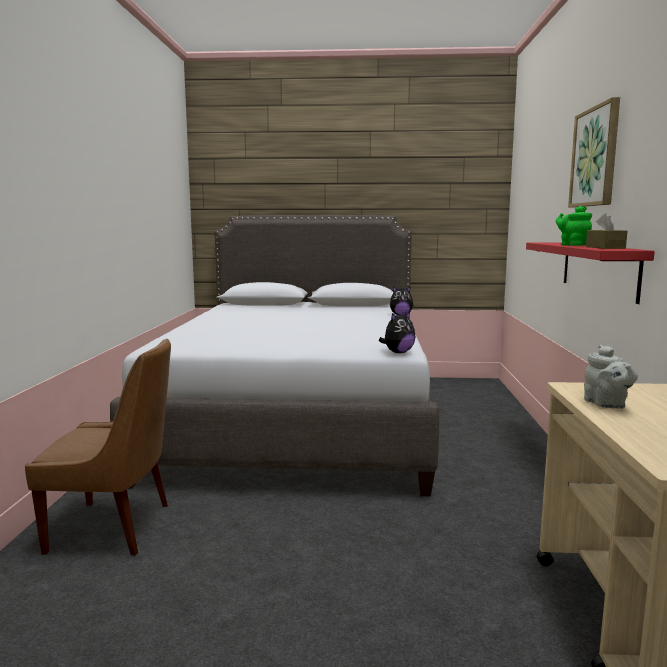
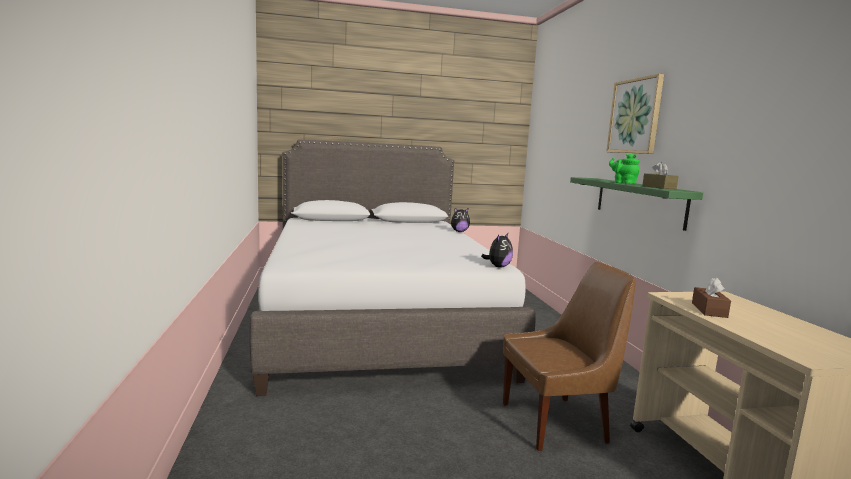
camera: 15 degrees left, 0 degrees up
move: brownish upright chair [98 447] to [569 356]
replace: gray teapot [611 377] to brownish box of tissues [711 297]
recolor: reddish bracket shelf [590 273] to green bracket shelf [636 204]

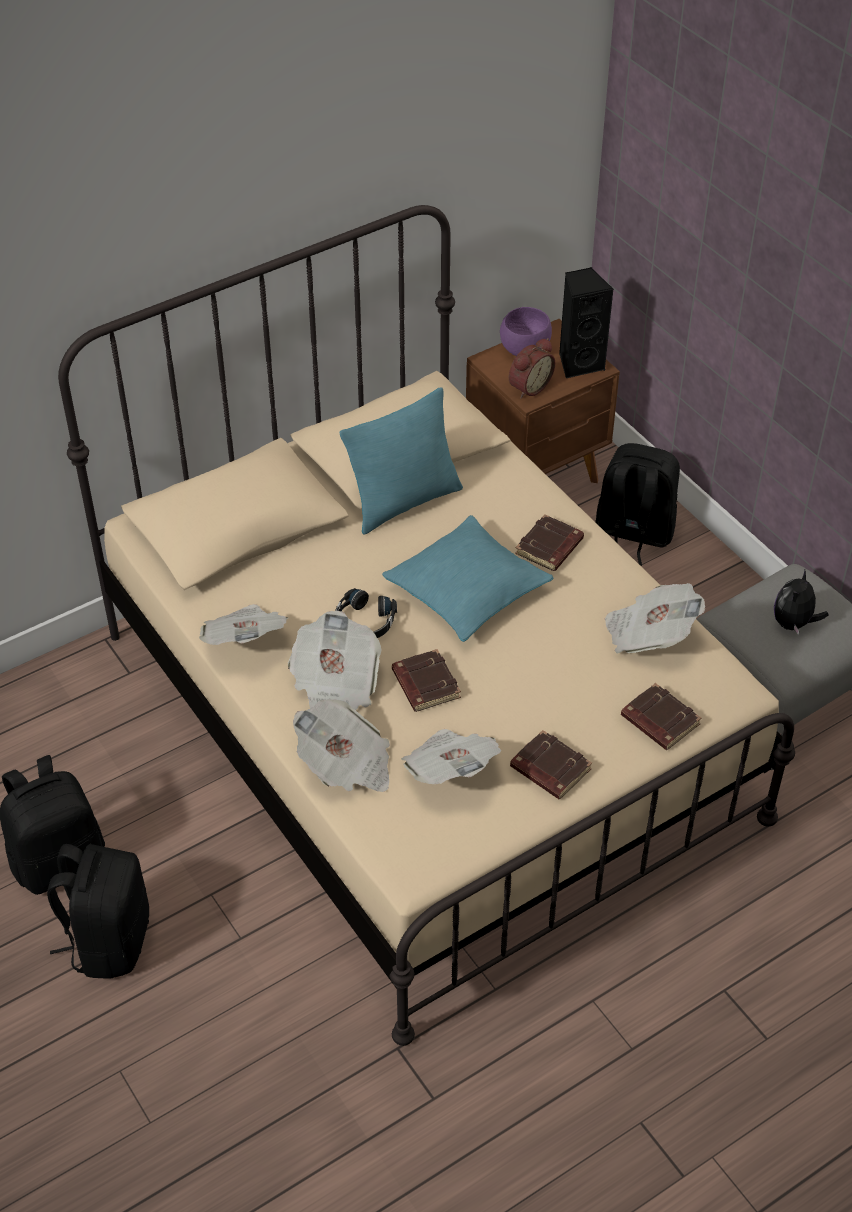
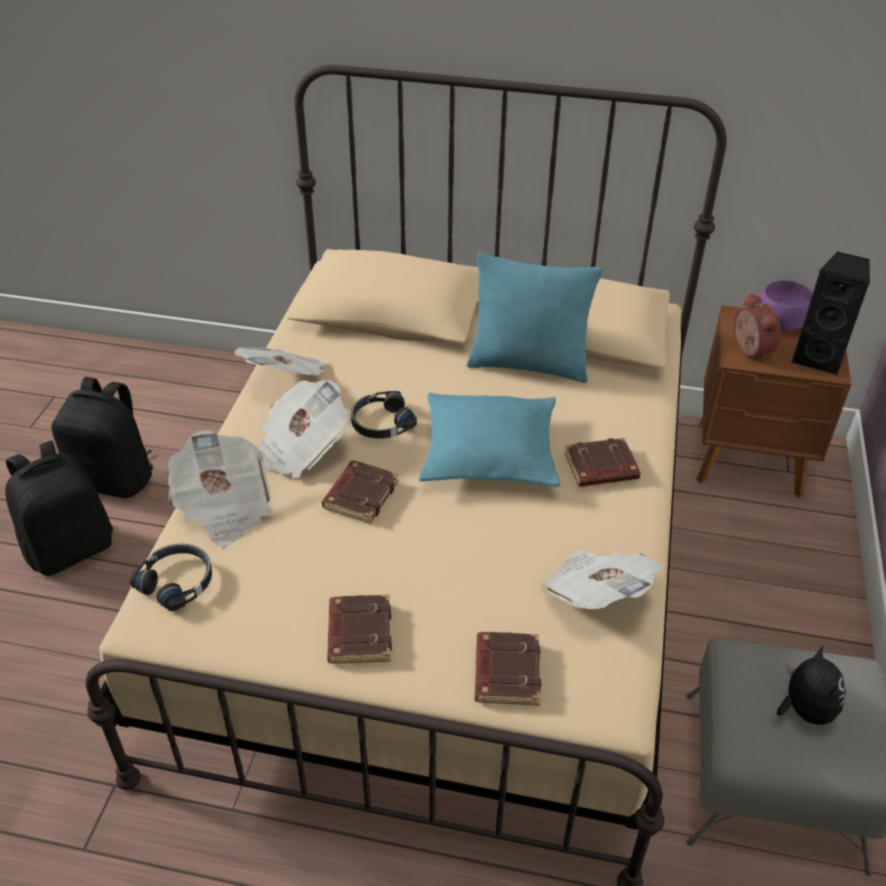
camera: 45 degrees right, 5 degrees down
delete: newspaper [451 756]; black-coloured knapsack [637 504]
insert: black-coloured pair of headphones [171 577]
rotate: table clock [532 368] = [757 327] 105 degrees counterclockwise; soft toy [801 602] = [811 685] 105 degrees clockwise

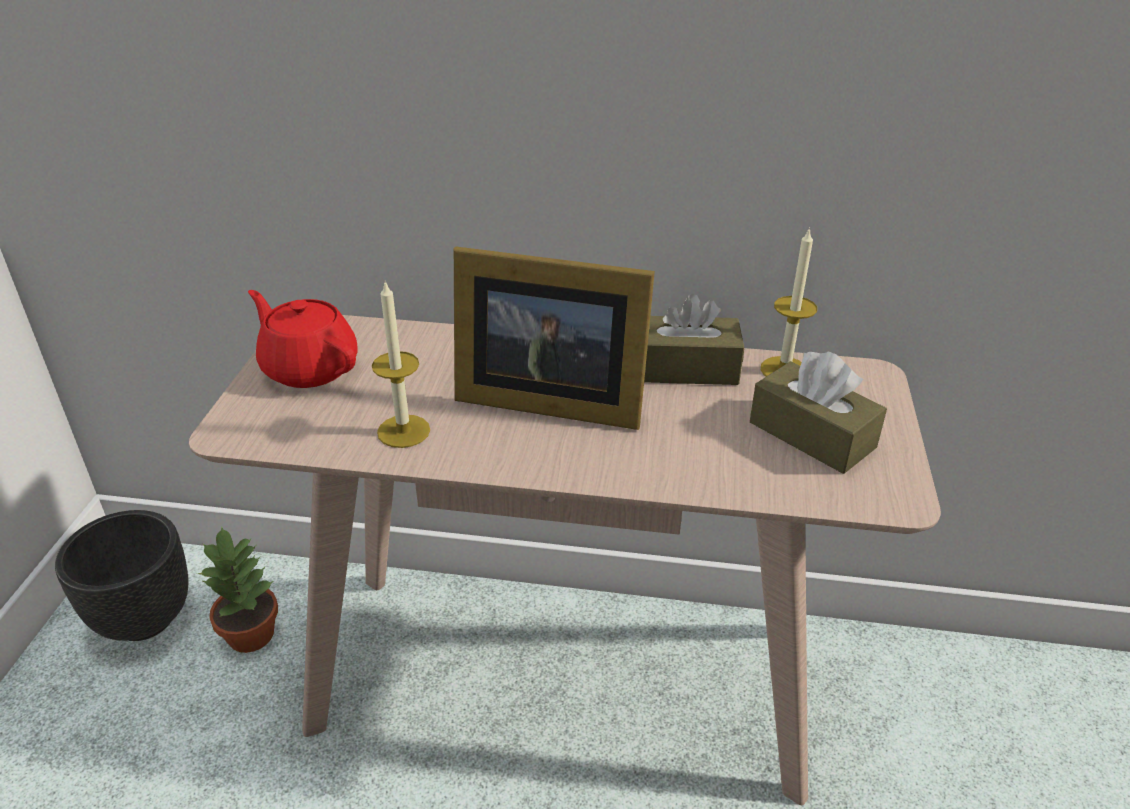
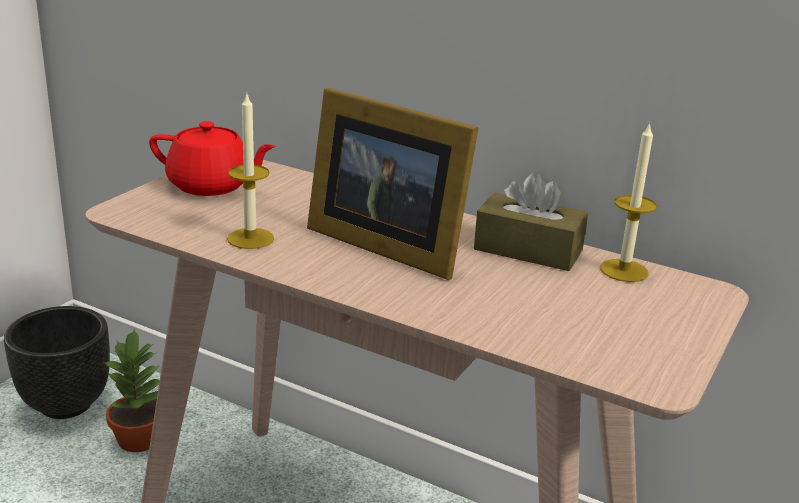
camera: 20 degrees right, 10 degrees down
delete: brownish box of tissues [818 413]
rotate: reddish teapot [303 339] = [212 158] 135 degrees clockwise

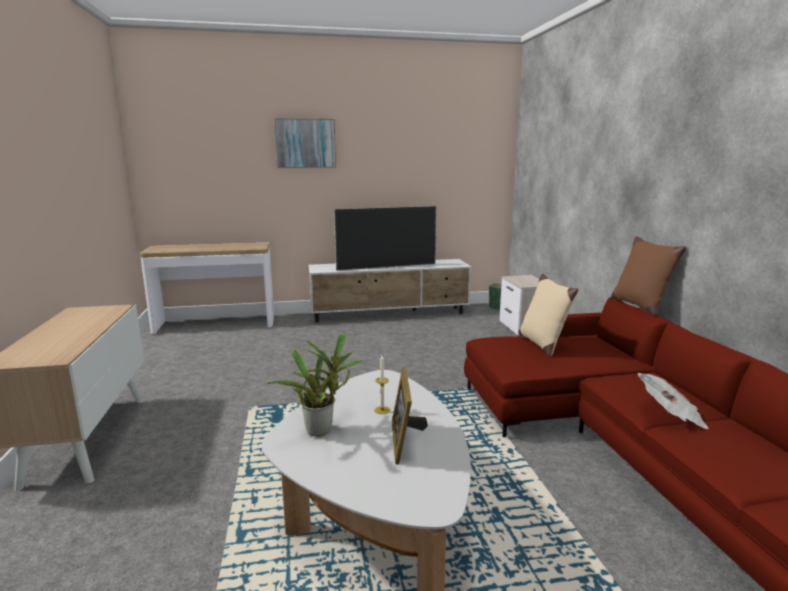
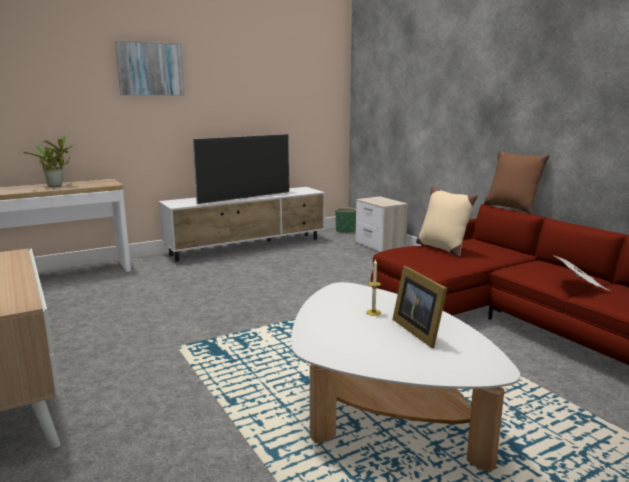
camera: 20 degrees left, 0 degrees up
move: potted plant [314 384] to [50 161]

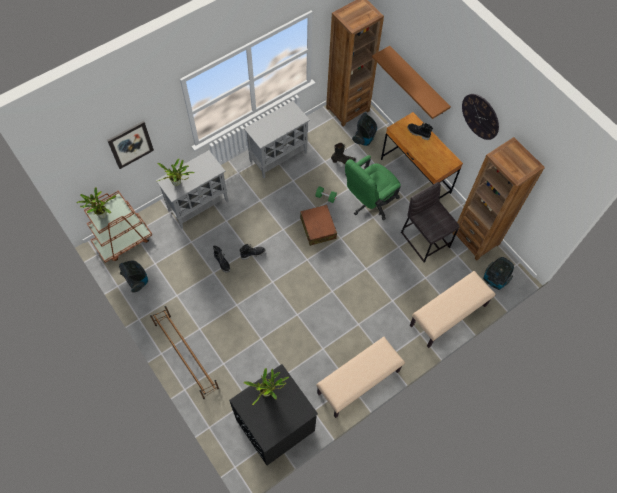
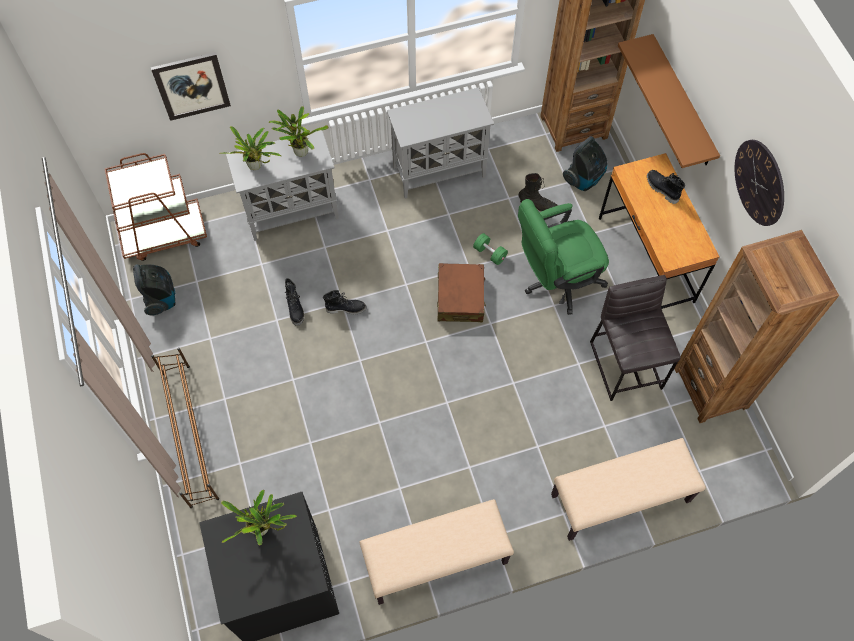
camera: 20 degrees right, 0 degrees up
delete: hoover [498 273]
move: potted plant [96 202] to [298 131]

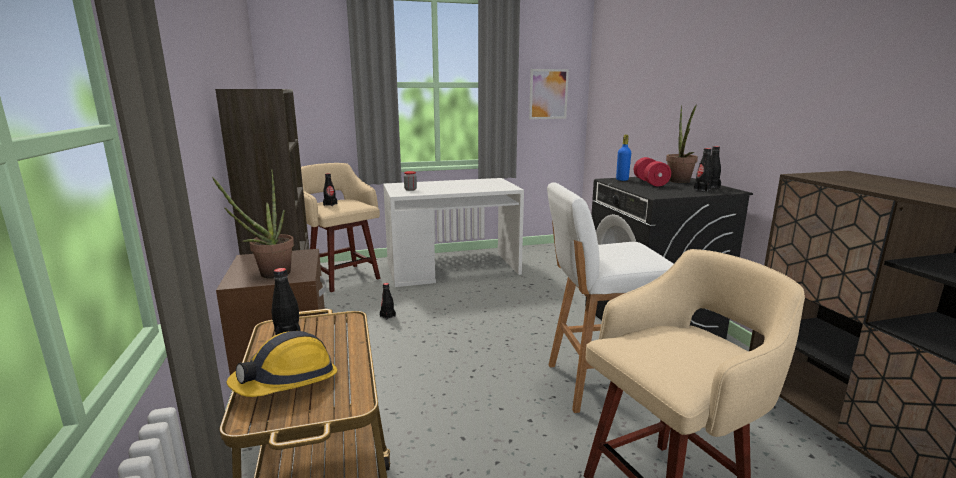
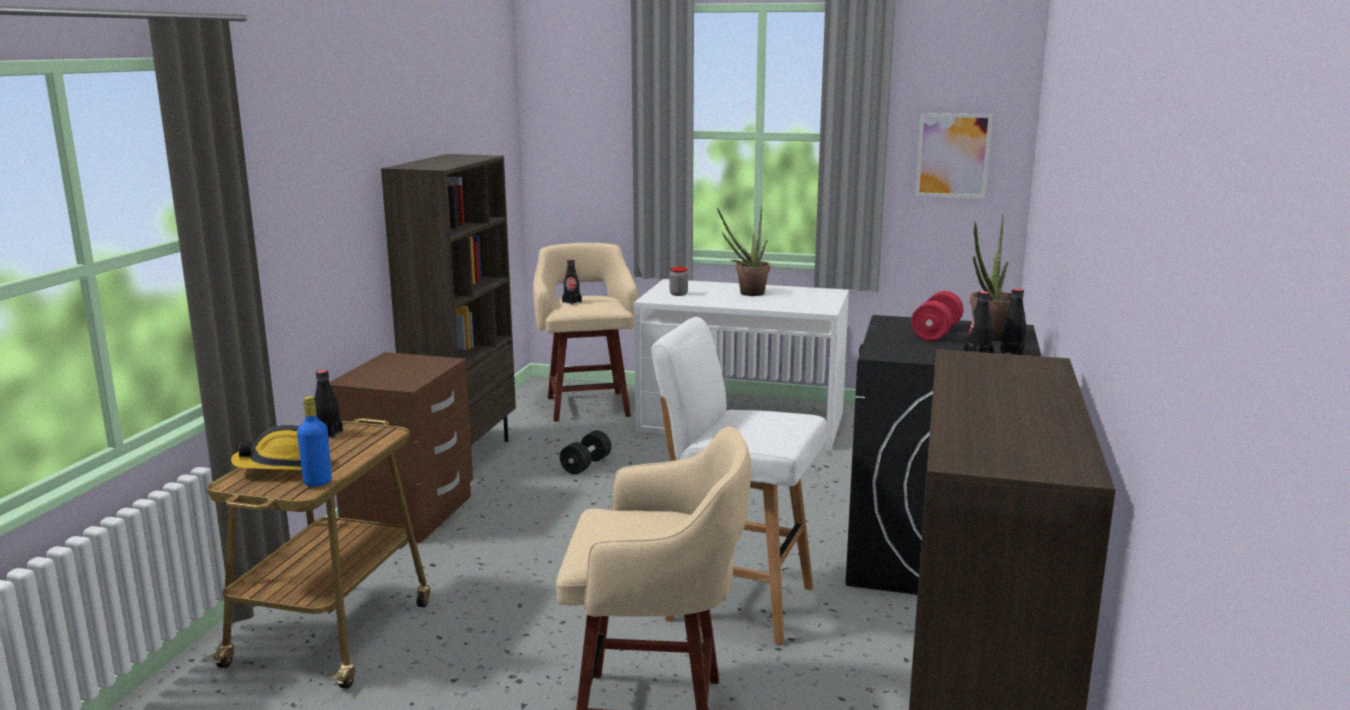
camera: 30 degrees right, 0 degrees up
move: potted plant [253 223] to [743 250]; bluish bottle [623 158] to [314 441]
replace: black-coloured bottle [388 301] to black-coloured free weight [585 452]

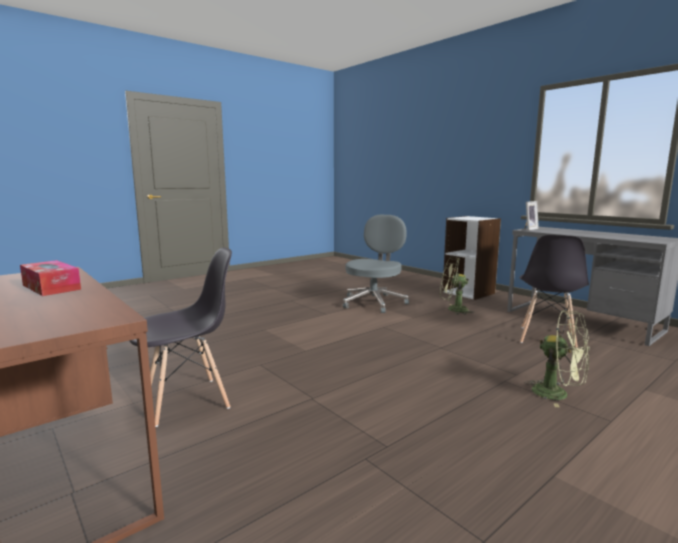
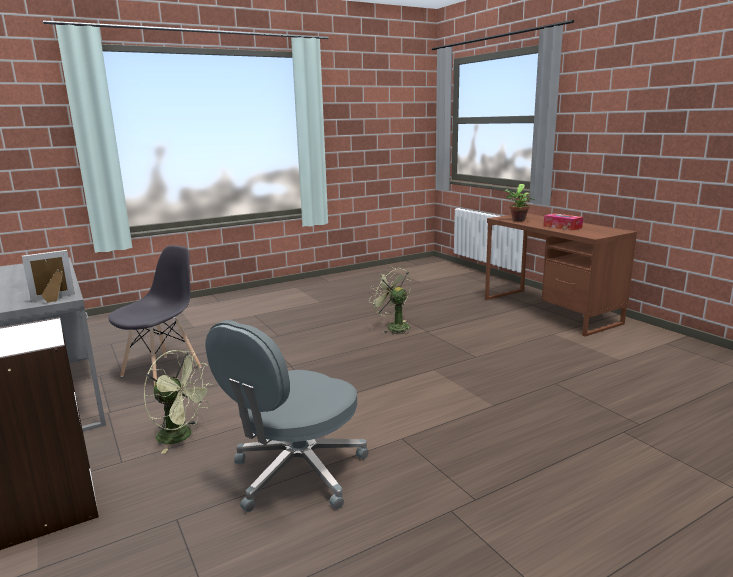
camera: 170 degrees left, 5 degrees up
delete: gray upright chair [180 337]
insert: potted plant [519 202]
move: green fan [556 359] to [390 300]

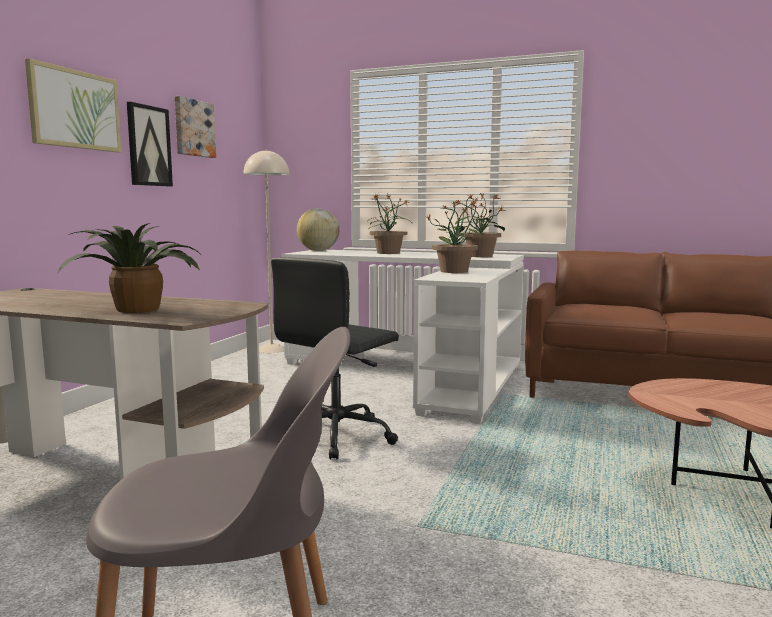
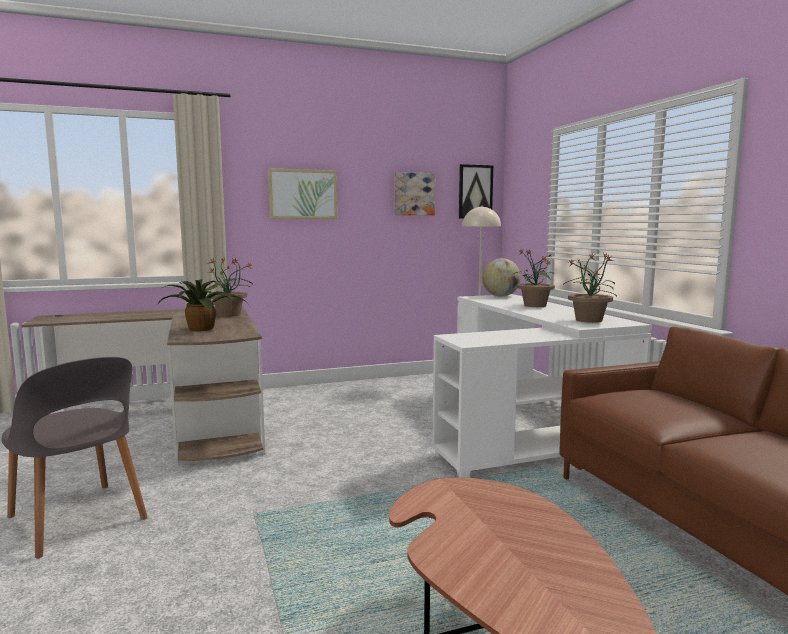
camera: 50 degrees right, 0 degrees up
delete: black-coloured computer chair [335 358]
move: wall picture [150 144] to [476 191]; potted plant [455 236] to [229 287]

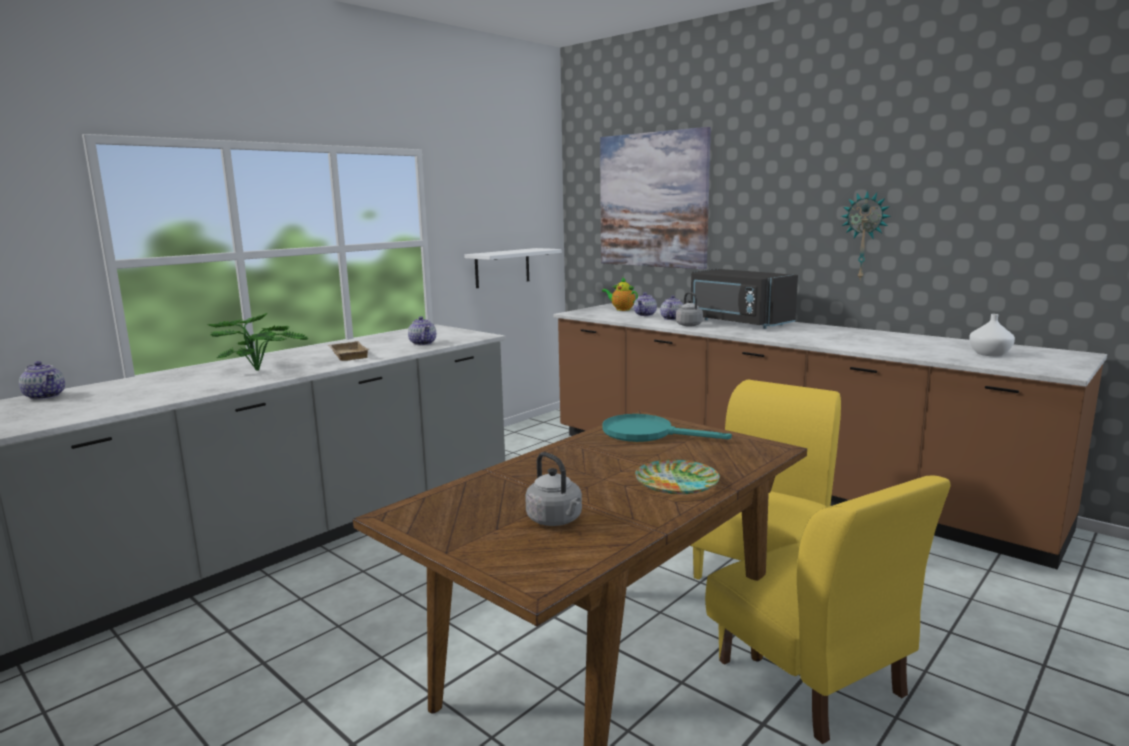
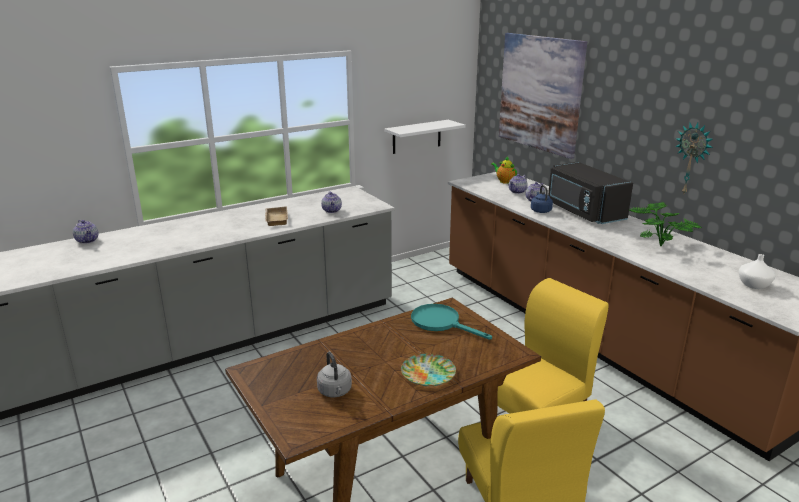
camera: 15 degrees right, 10 degrees up
move: potted plant [258 342] to [665 224]
recolor: gray water kettle [689 309] to bluish water kettle [542 199]

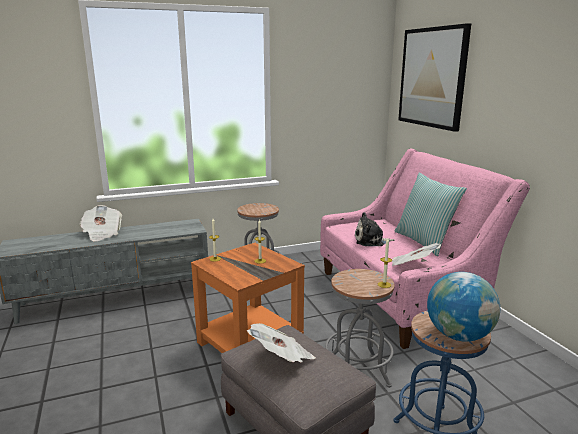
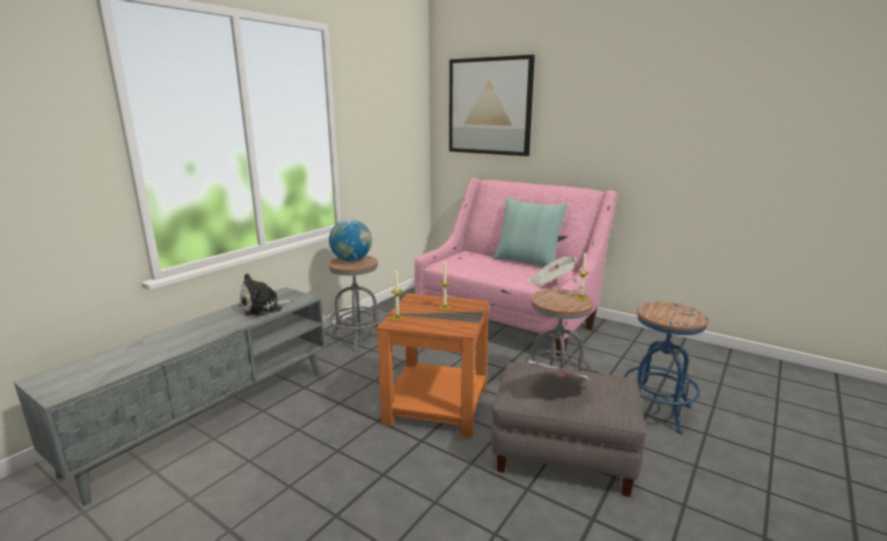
camera: 35 degrees left, 0 degrees up
delete: newspaper [101 223]
move: soft toy [374 229] to [266 295]; world globe [463 306] to [350 240]

